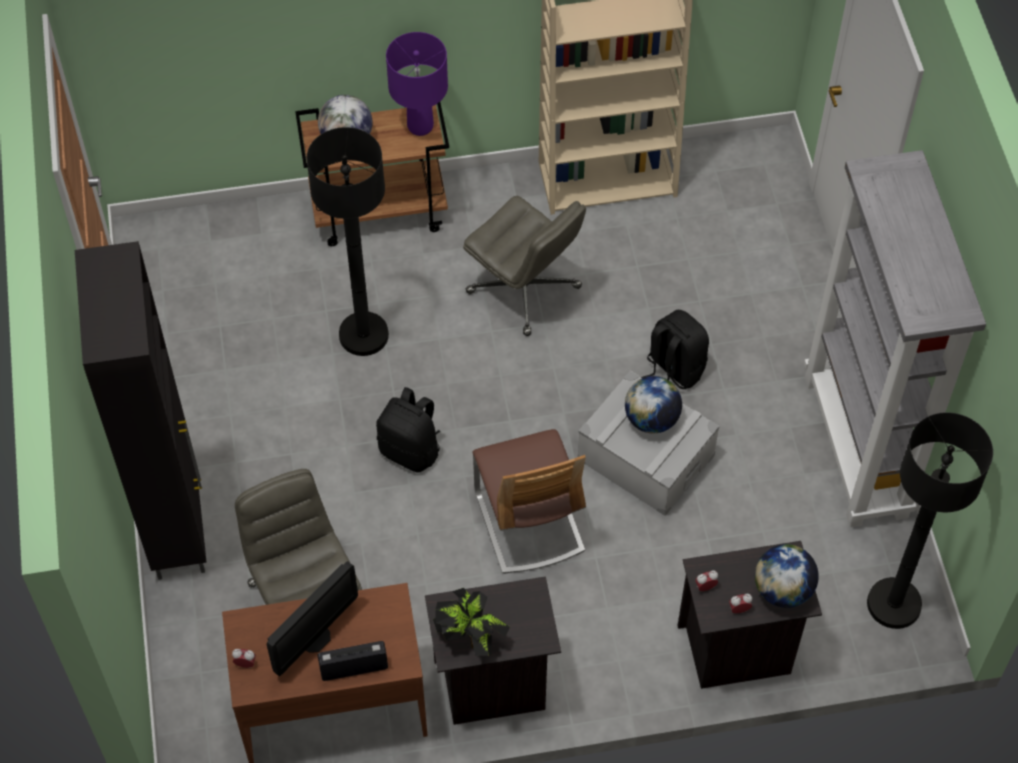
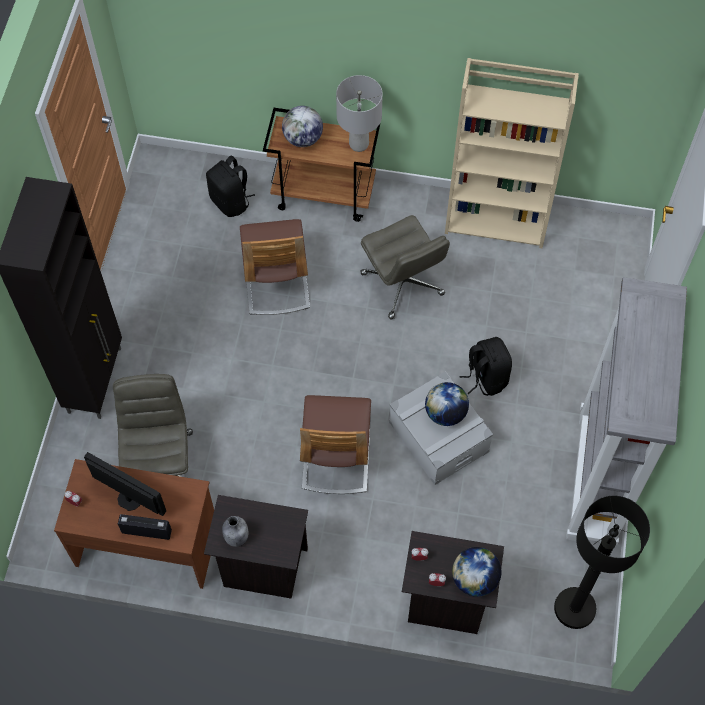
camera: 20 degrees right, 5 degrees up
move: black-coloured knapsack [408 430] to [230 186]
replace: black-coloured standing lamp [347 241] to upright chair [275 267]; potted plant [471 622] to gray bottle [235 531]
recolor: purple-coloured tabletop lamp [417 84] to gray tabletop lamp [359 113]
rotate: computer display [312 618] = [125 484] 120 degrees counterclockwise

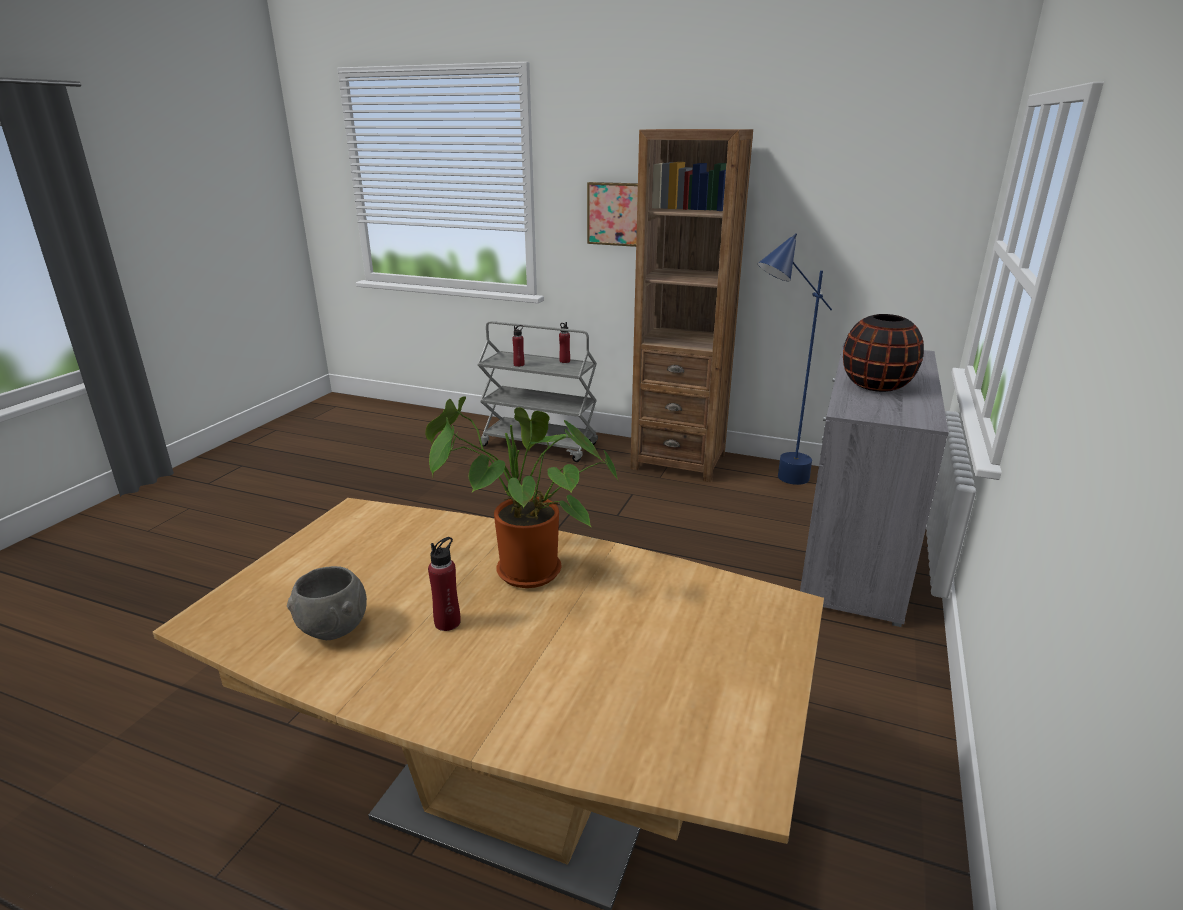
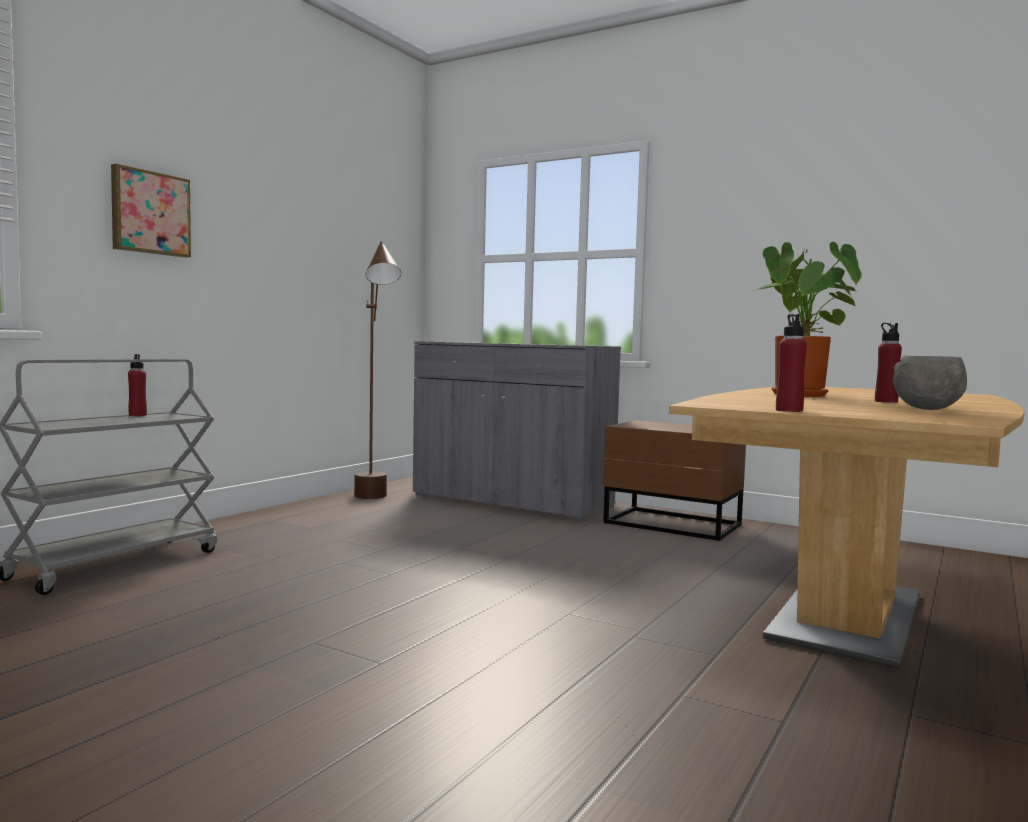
camera: 80 degrees left, 20 degrees down
delete: brownish bookcase [691 305]; black-coloured decorative vase [883 353]
insert: brownish bedside table [674 480]
move: reddish bottle [518 346] to [791 363]
recolor: bluish standing lamp [795 359] to brownish standing lamp [377 370]

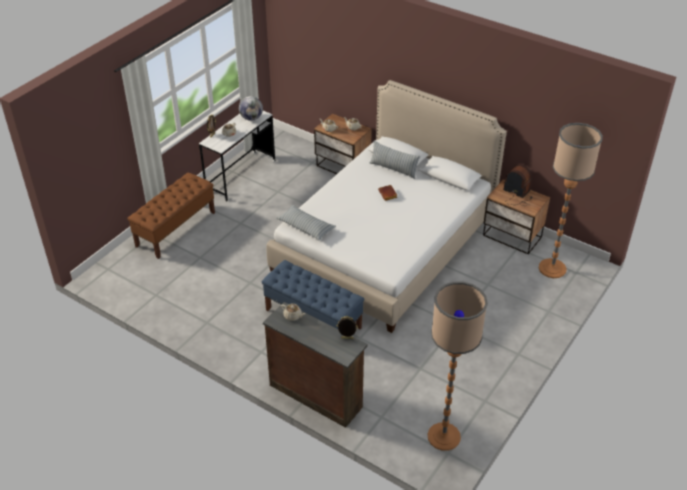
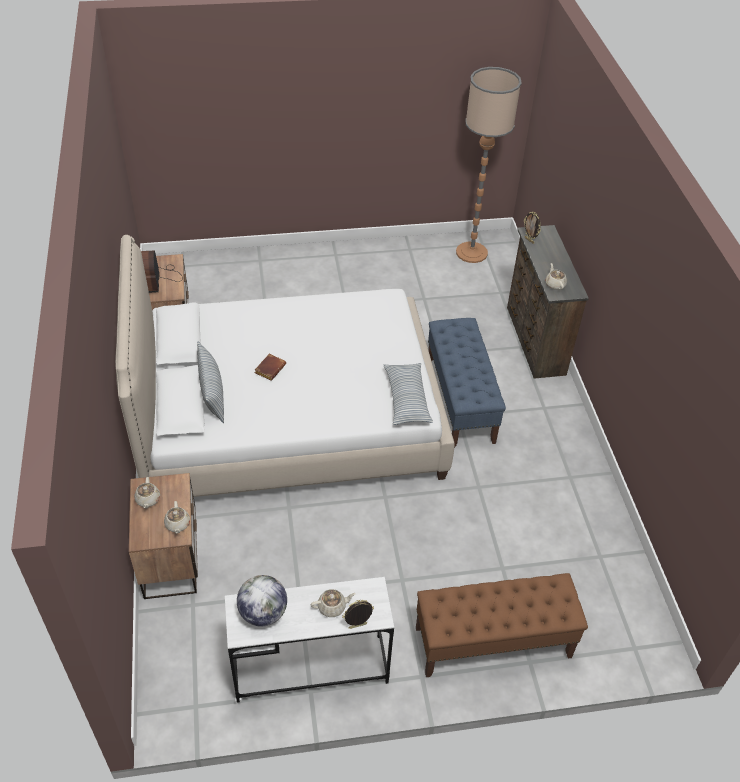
camera: 135 degrees left, 5 degrees up
delete: standing lamp [571 200]

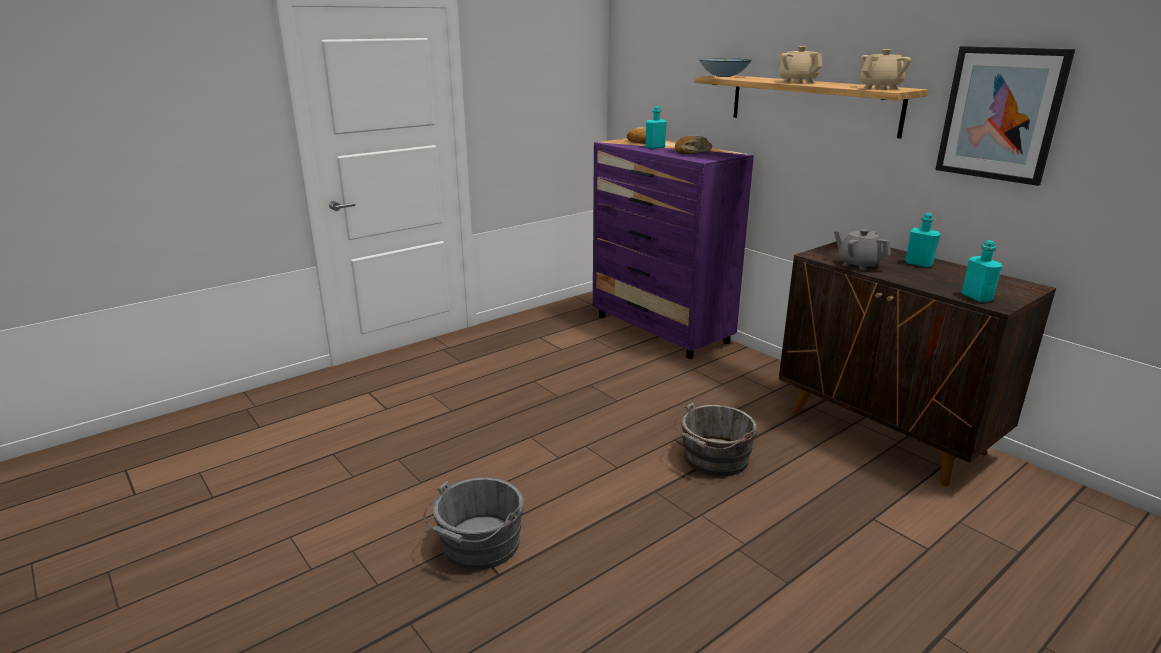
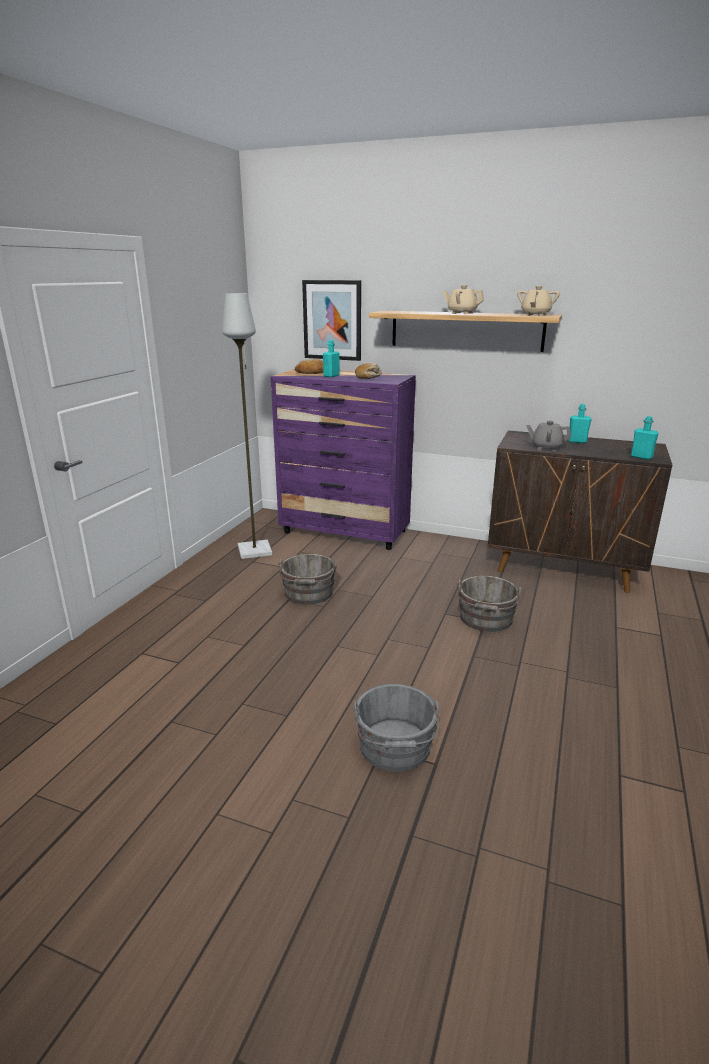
camera: 30 degrees left, 0 degrees up
delete: serving bowl [725 67]
insert: gray standing lamp [247 426]; gray bucket [307 579]
move: wall picture [1005 116] to [331 320]

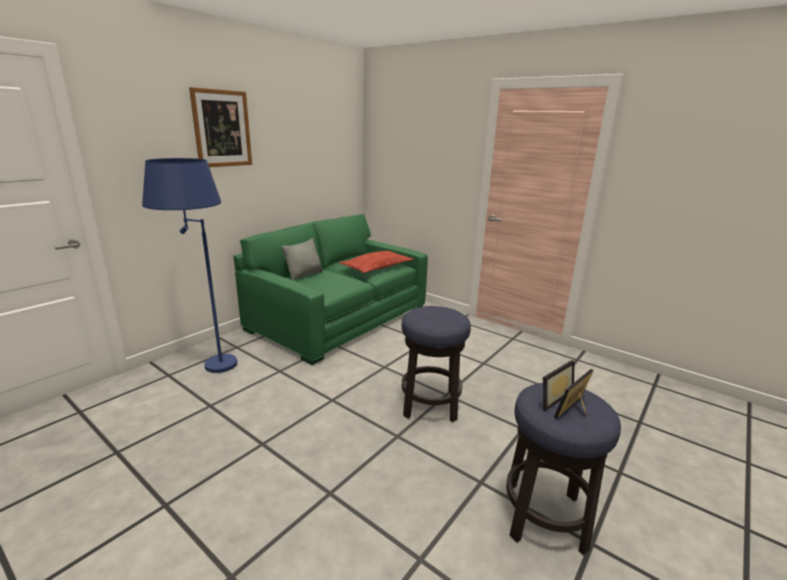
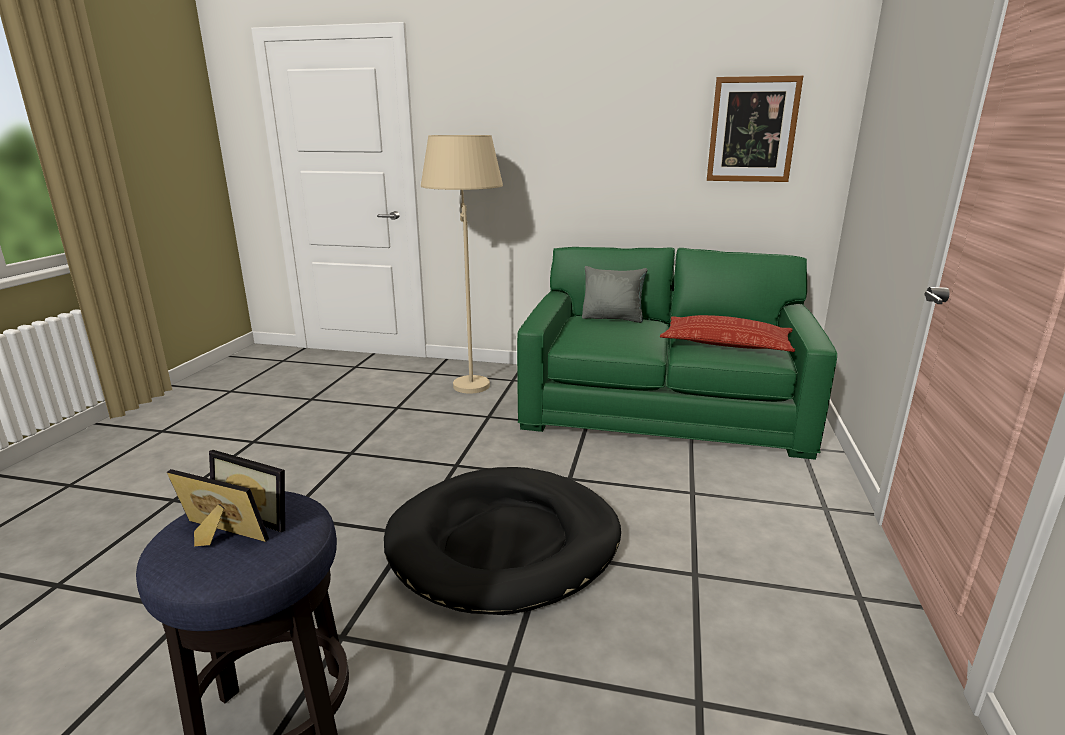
camera: 65 degrees right, 0 degrees up
move: wall picture [220 127] to [755 129]
replace: stool seat [436 364] to black-coloured dog cushion [502 541]
recolor: bluish standing lamp [189 265] to beige standing lamp [462 264]

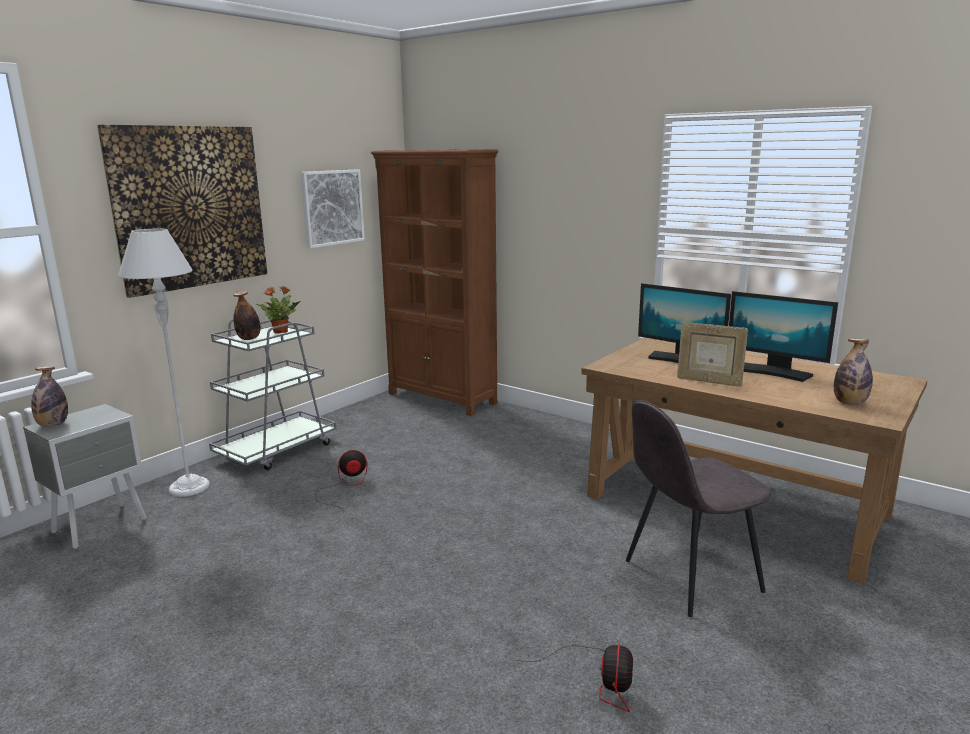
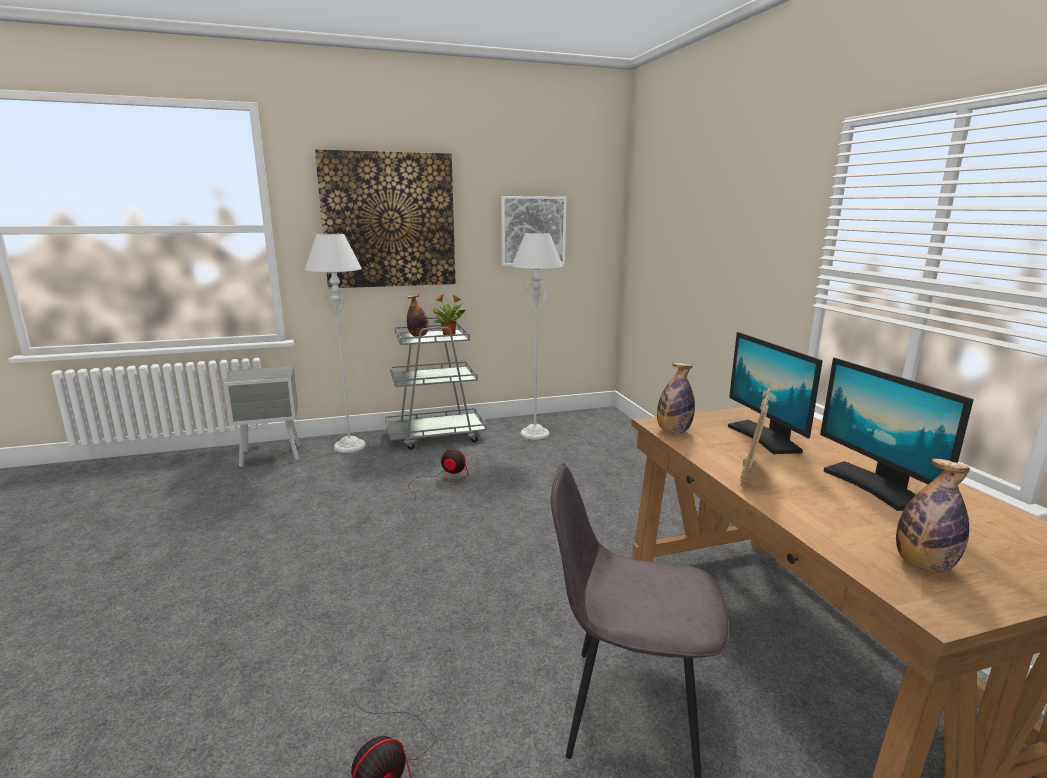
camera: 35 degrees right, 0 degrees up
delete: brownish bookcase [434 282]
insert: gray standing lamp [537 336]
move: bottle [49 396] to [676 398]
rotate: standing frame [712 354] = [755 437] 45 degrees clockwise

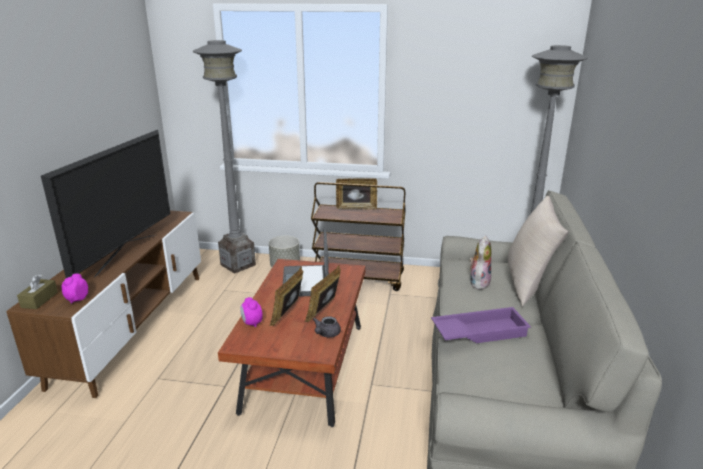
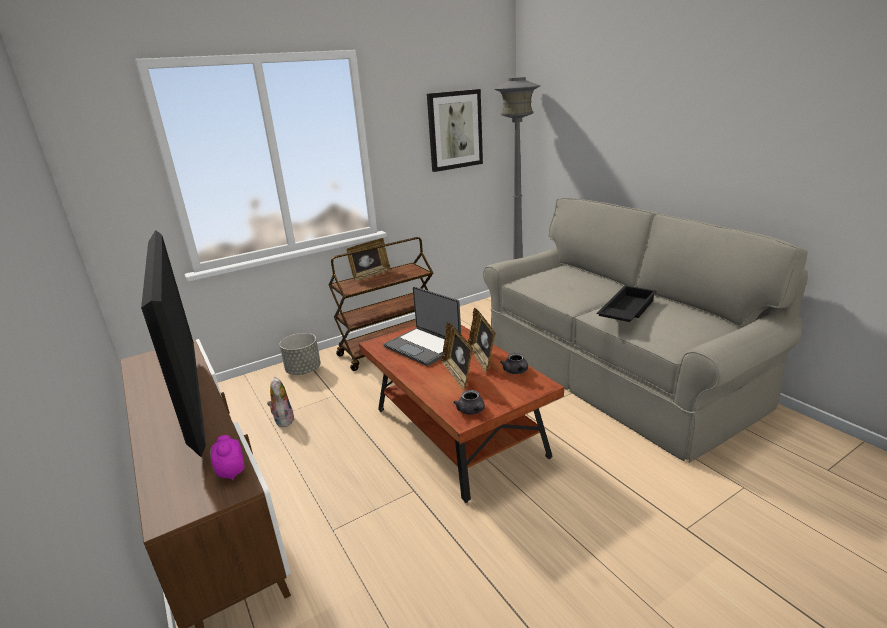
camera: 40 degrees left, 0 degrees up
delete: brownish box of tissues [37 291]; gray standing lamp [224 157]; table clock [251 312]; beige pillow [538 251]
insert: wall picture [455 130]; gray teapot [469 402]
move: soft toy [480 262] to [281 402]
recolor: purple-coloured carrying tray [481 325] to black-coloured carrying tray [627 304]

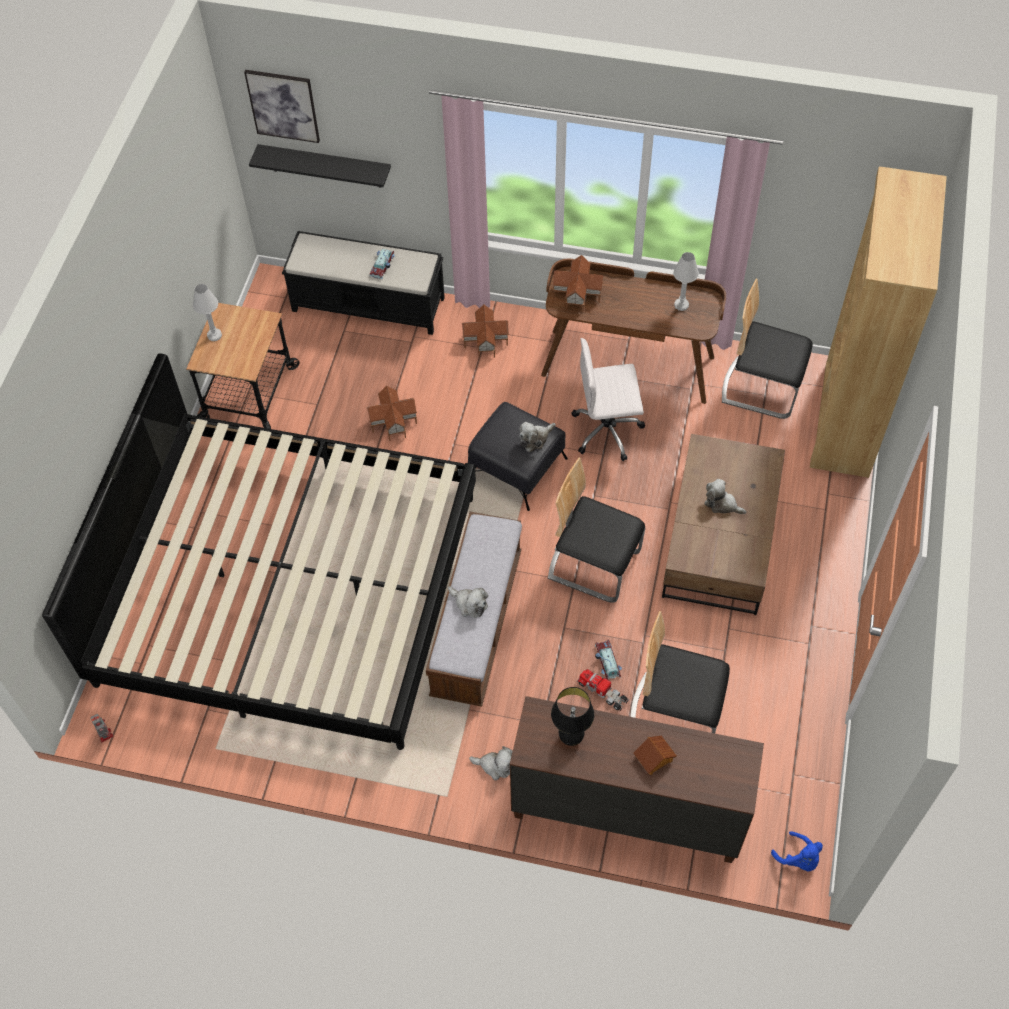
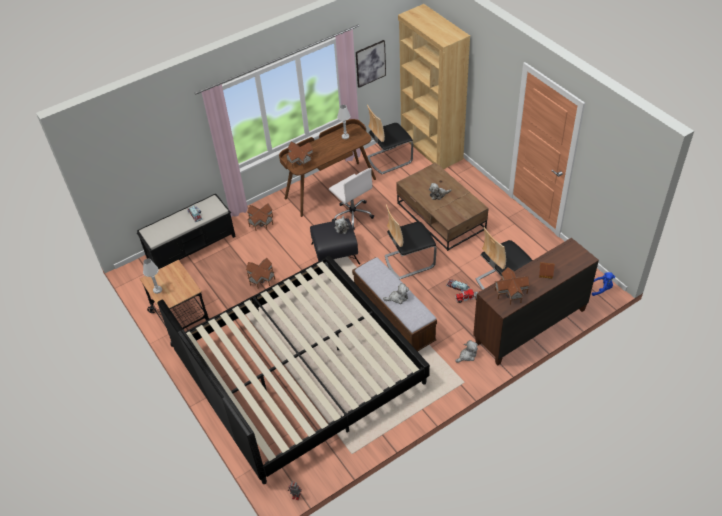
camera: 45 degrees left, 10 degrees down
delete: black-coloured bracket shelf [320 166]
move: wall picture [282 106] to [371 64]
replace: black-coloured tabletop lamp [572 716] to miniature house [512 286]
rotate: whitish computer chair [608 399] = [351 199] 75 degrees counterclockwise

